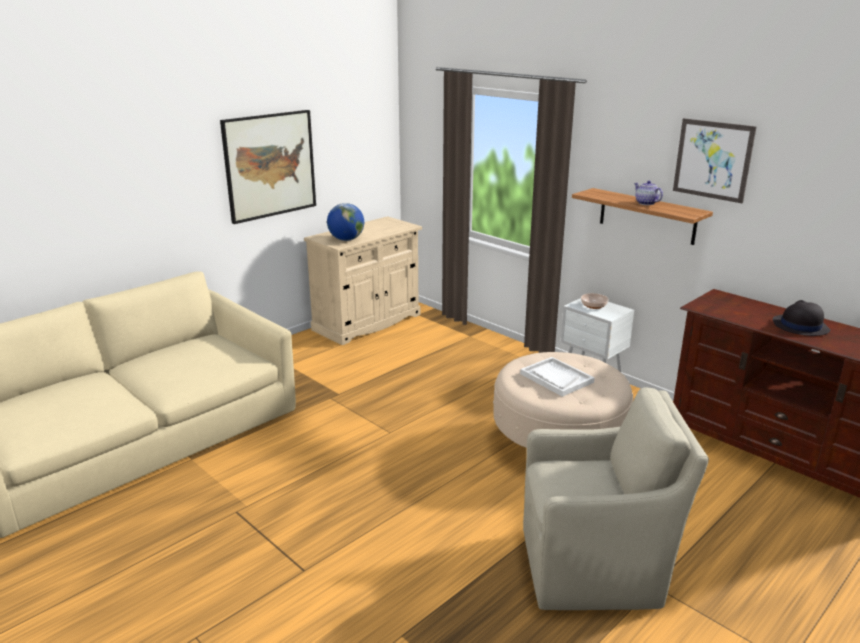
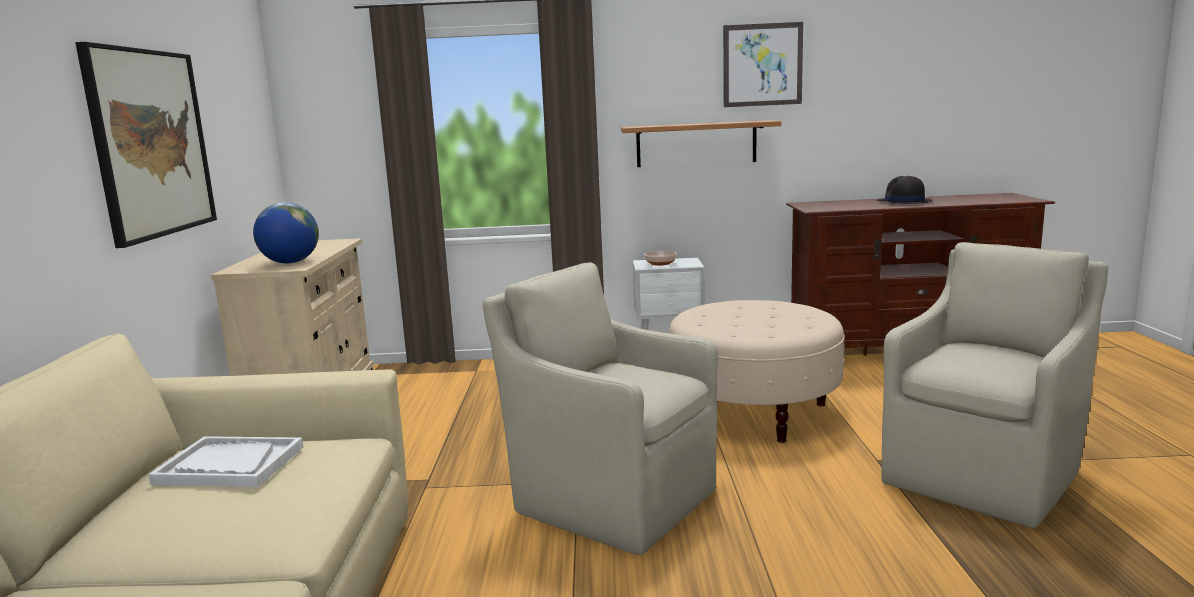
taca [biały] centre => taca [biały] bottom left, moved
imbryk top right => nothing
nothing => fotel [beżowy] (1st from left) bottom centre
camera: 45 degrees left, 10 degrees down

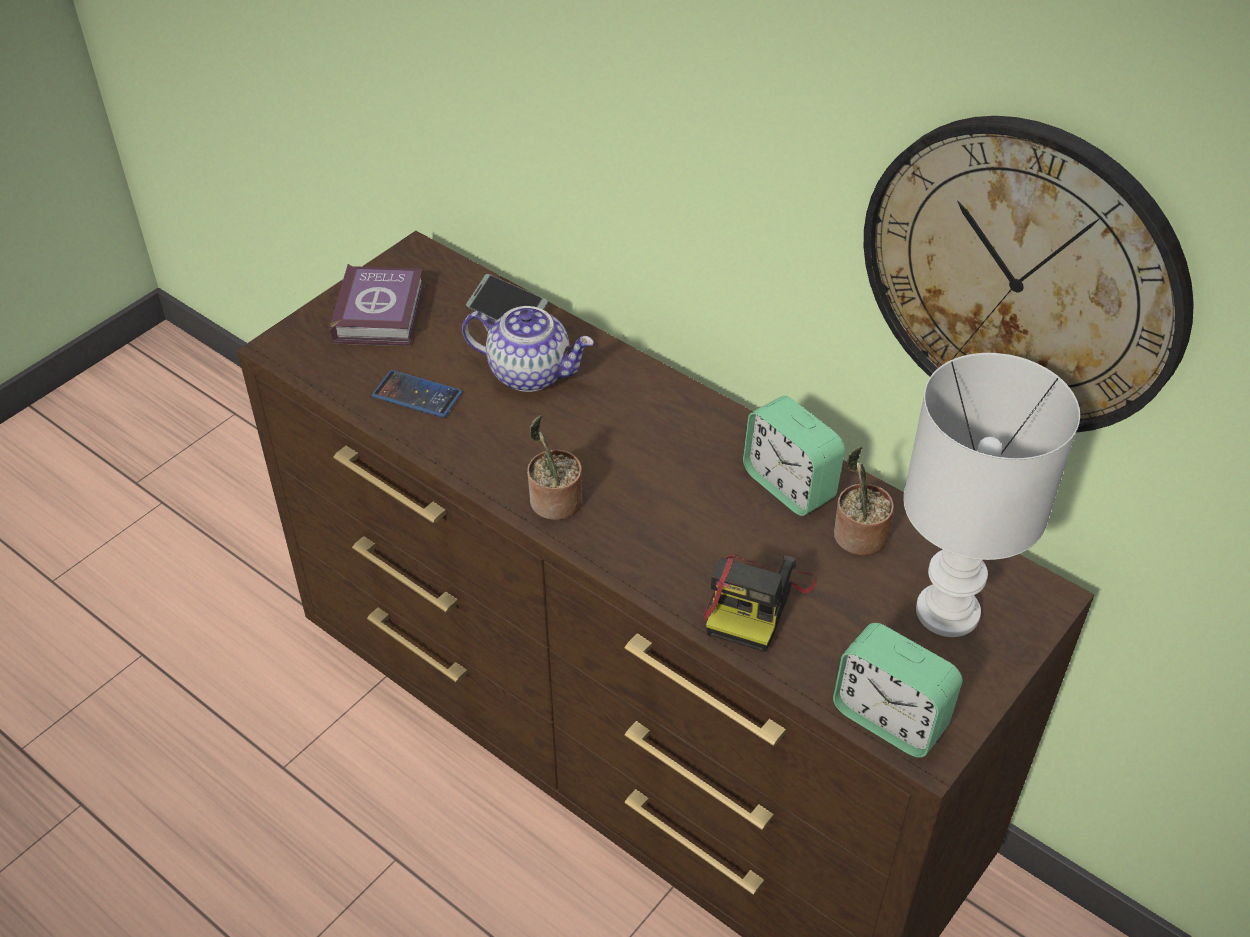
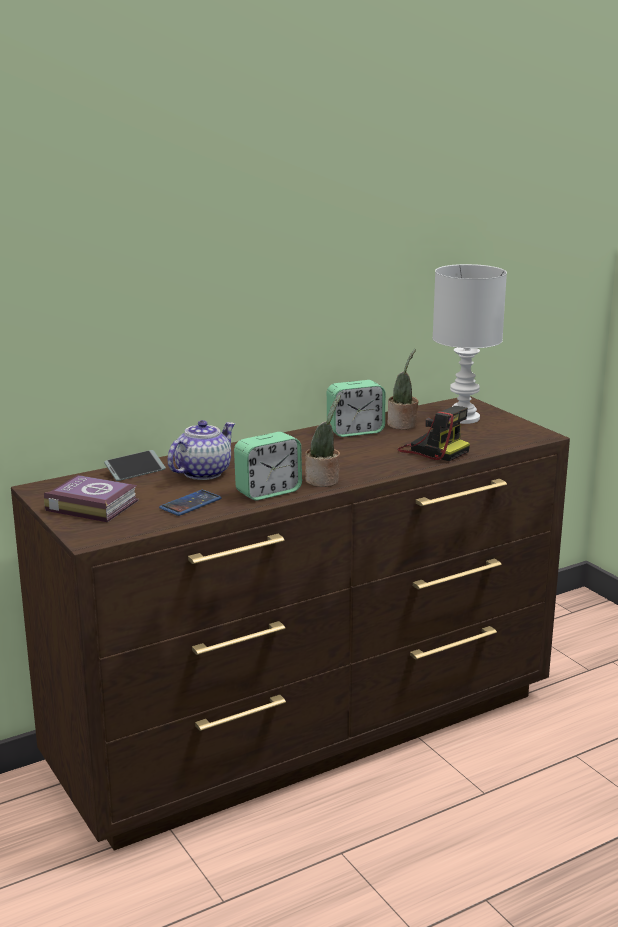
budzik (2nd from left in the first image) bottom right => budzik (1st from left) centre, moved
zegar ścienny top right => nothing
camera: 70 degrees left, 25 degrees down

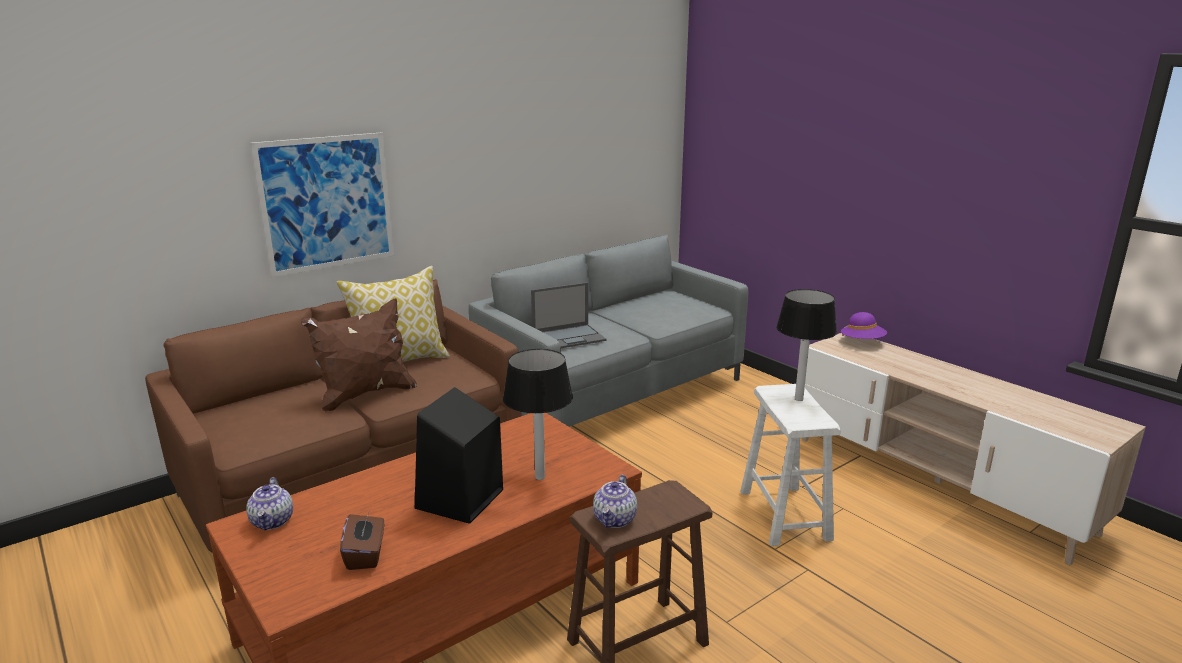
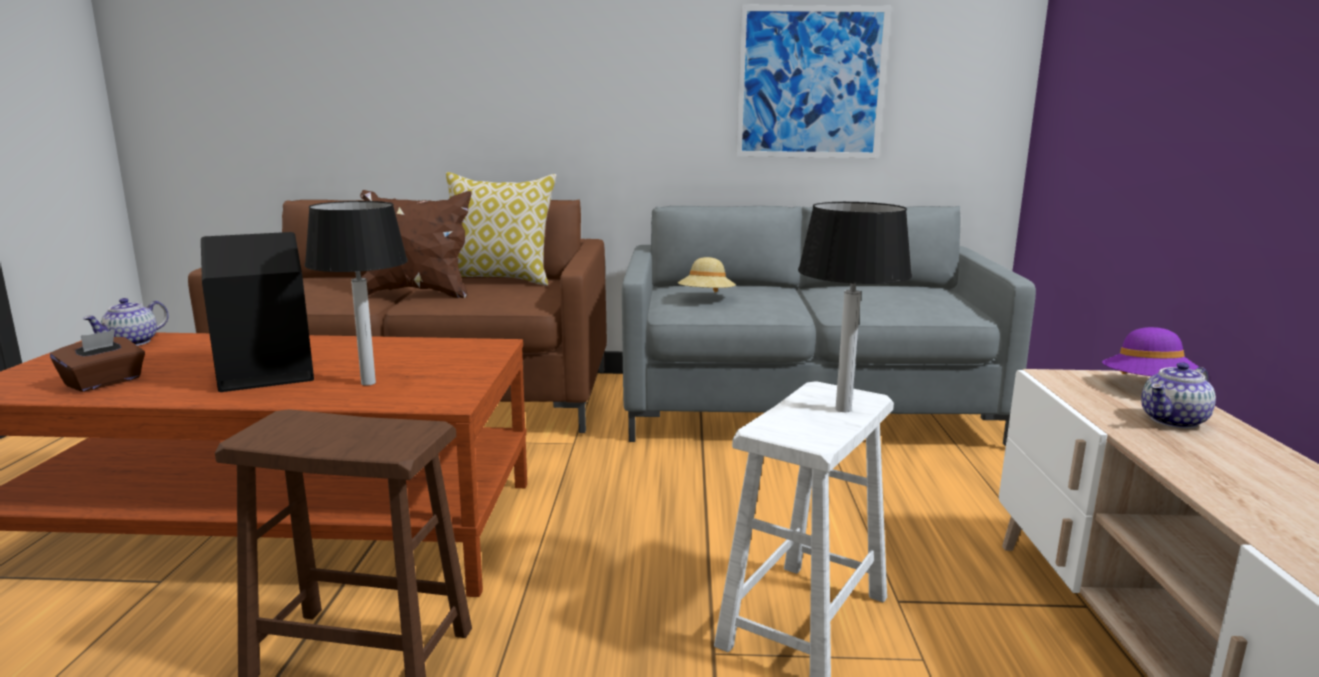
obraz top left => obraz top centre, moved
laptop centre => kapelusz [beżowy] centre
imbryk (2nd from left) bottom centre => imbryk (2nd from left) middle right, moved
camera: 40 degrees right, 5 degrees down

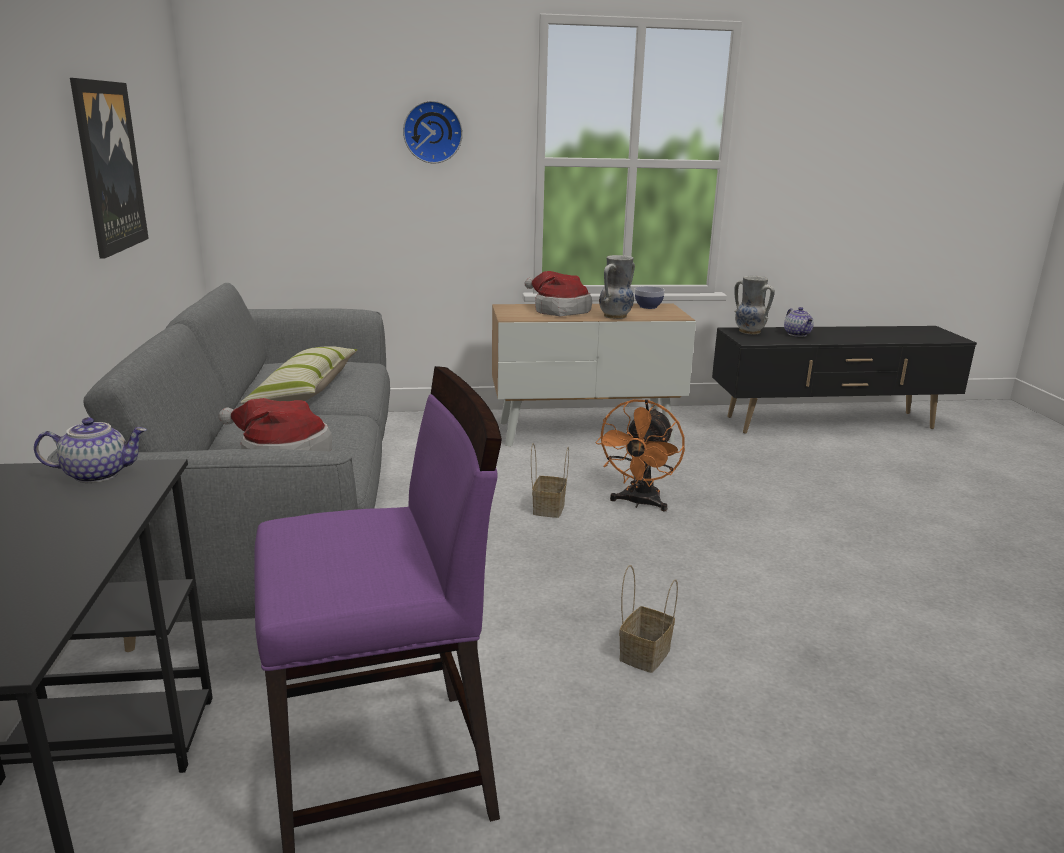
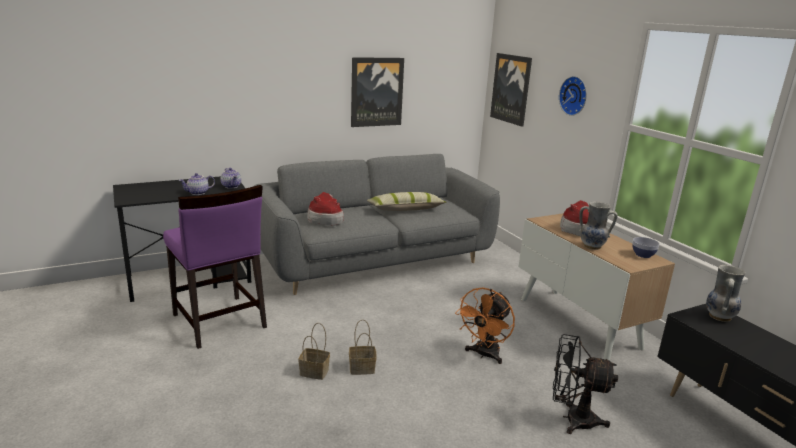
koszyk (1st from left in the first image) centre => koszyk (2nd from left) bottom centre, moved
wentylator [pomarańczowy] centre => wentylator [pomarańczowy] bottom centre, 60 degrees counterclockwise
imbryk (2nd from left in the first image) middle right => imbryk (1st from left) middle left, moved
nothing => obraz (2nd from left) top centre
nothing => wentylator [czarny] bottom right
camera: 70 degrees right, 0 degrees up

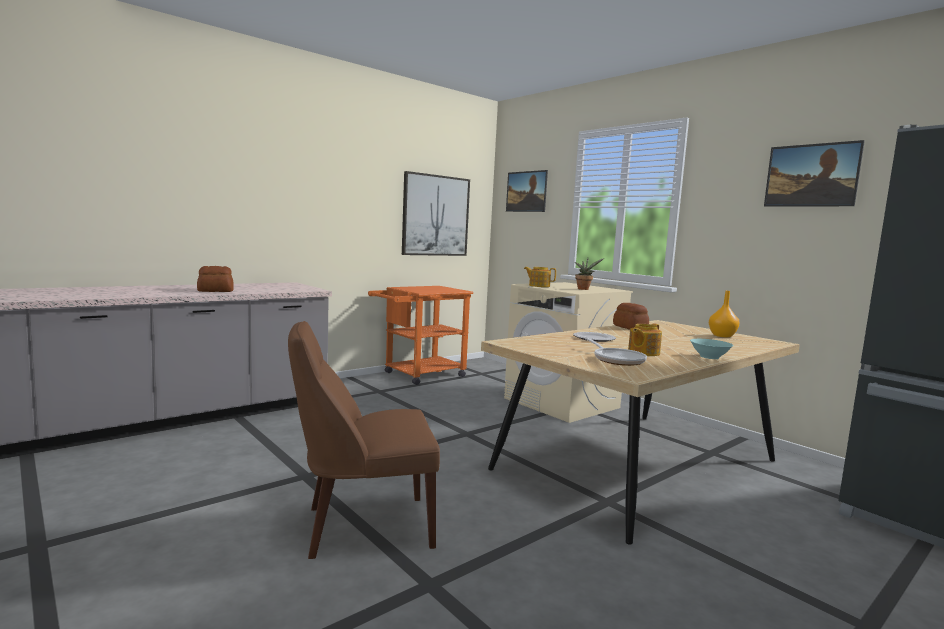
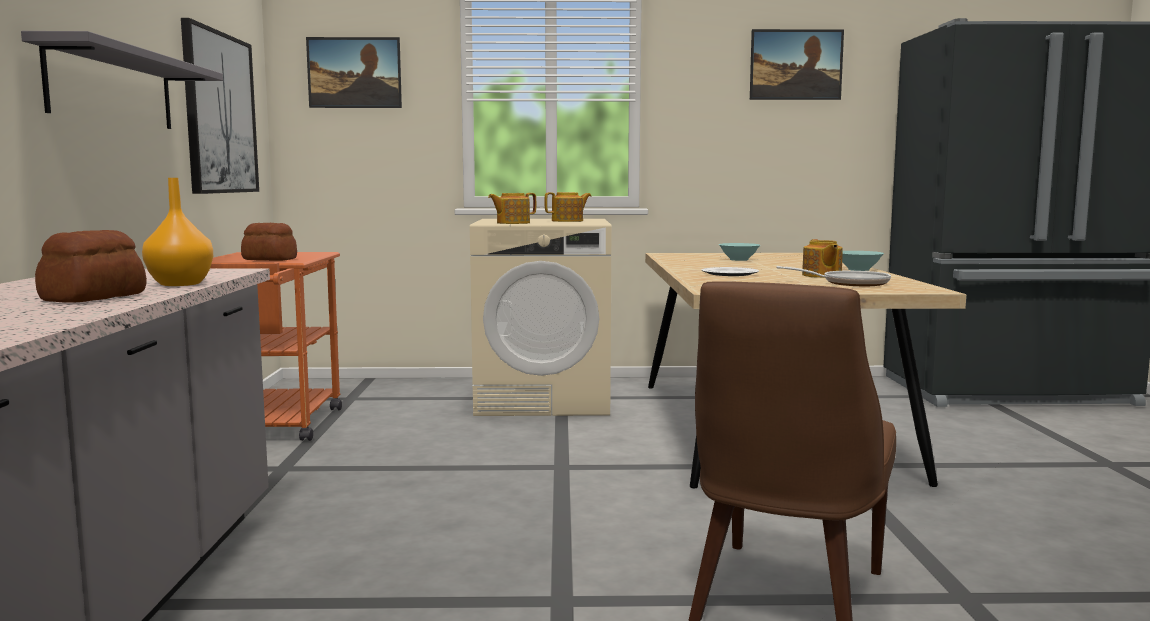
roślina doniczkowa centre => imbryk (2nd from left) centre
chleb (2nd from left) middle right => chleb (2nd from left) middle left, moved
wazon [pomarańczowy] middle right => wazon [pomarańczowy] middle left, moved
nothing => półka [szary] top left
nothing => miska [turkusowy] (1st from left) centre
camera: 50 degrees left, 0 degrees up

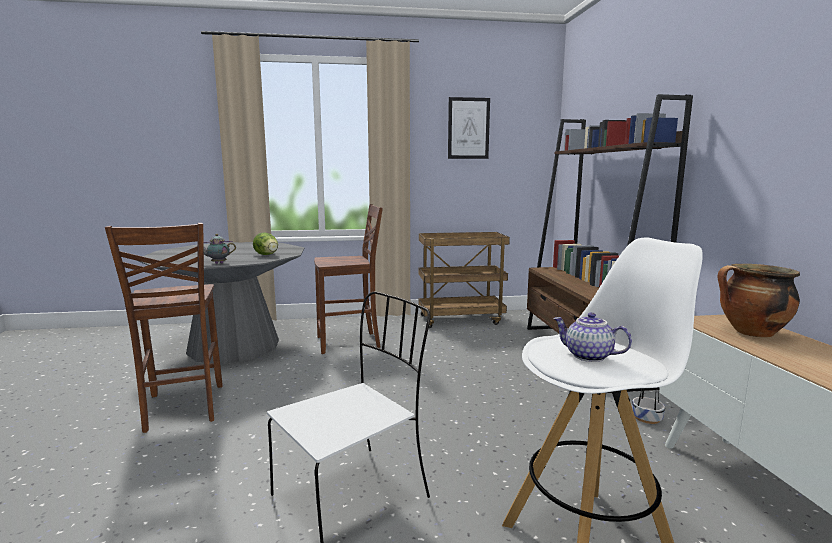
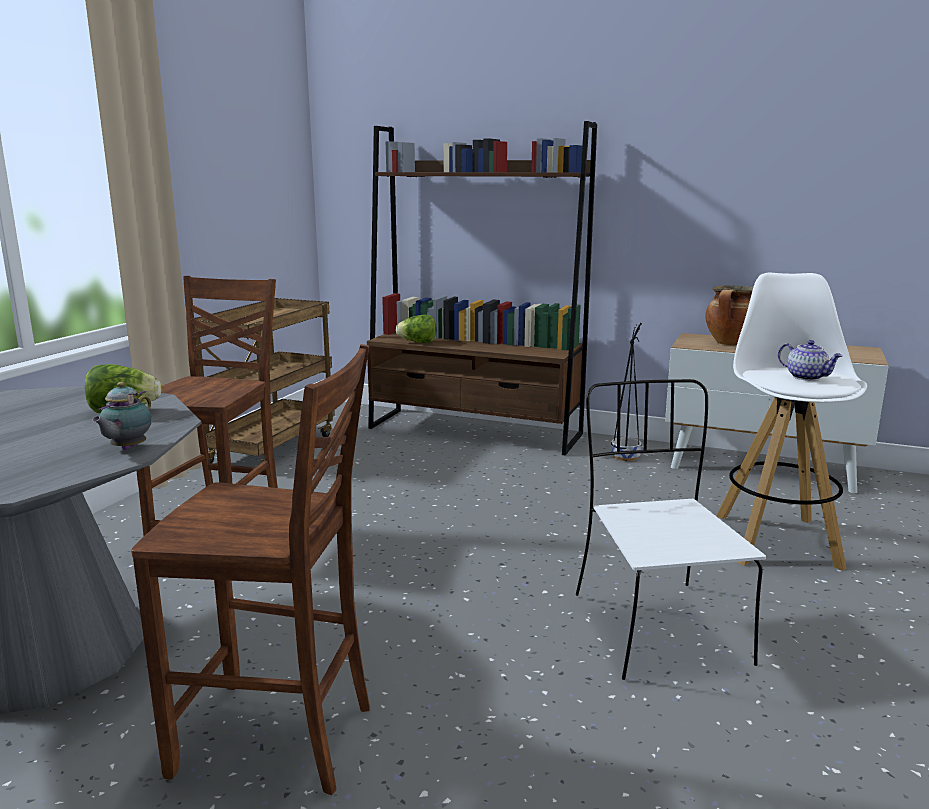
obraz top centre => nothing
imbryk (2nd from left) middle right, 105 degrees counterclockwise
nothing => sałata (2nd from left) centre
camera: 60 degrees left, 5 degrees up

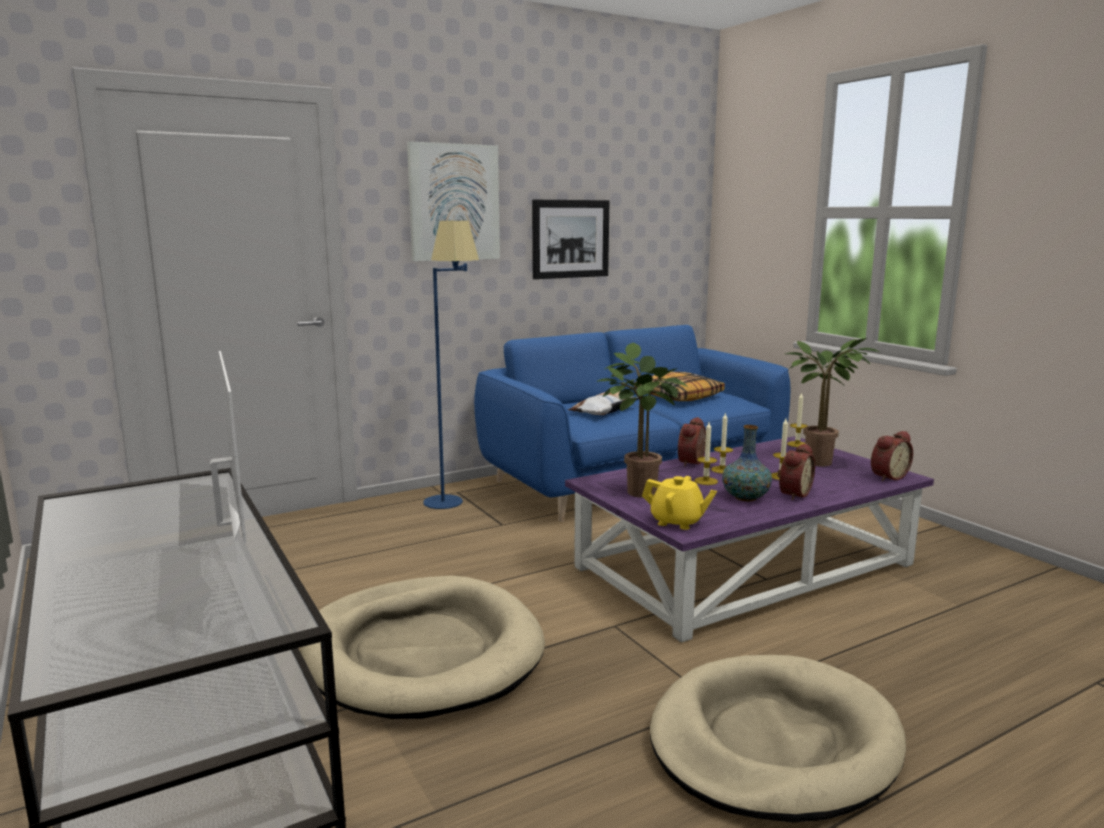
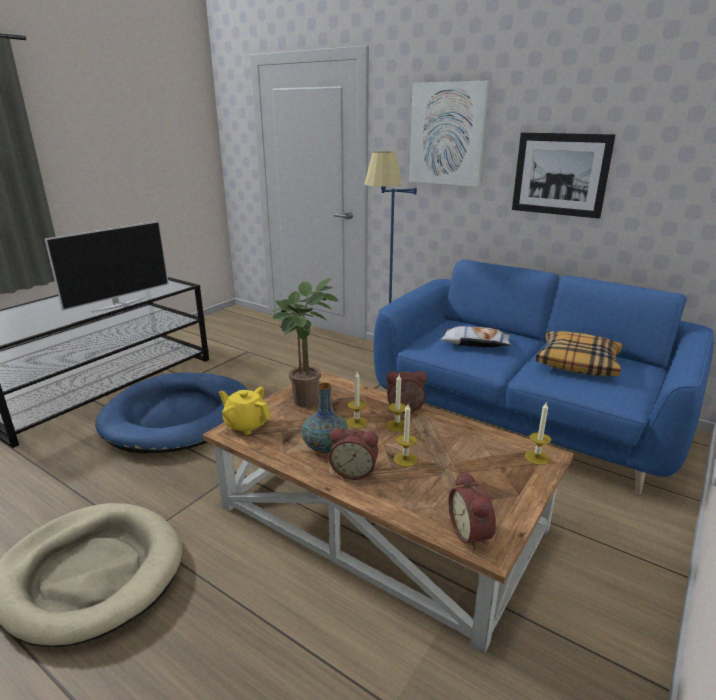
legowisko [beżowy] (1st from left) bottom centre => legowisko [niebieski] middle left
ława [fioletowy] middle right => ława [brązowy] bottom centre
imbryk [żółty] centre, 120 degrees clockwise
roślina doniczkowa (2nd from left) middle right => nothing
budzik (3rd from left) middle right => budzik (3rd from left) bottom centre, 45 degrees clockwise
camera: 65 degrees right, 10 degrees up

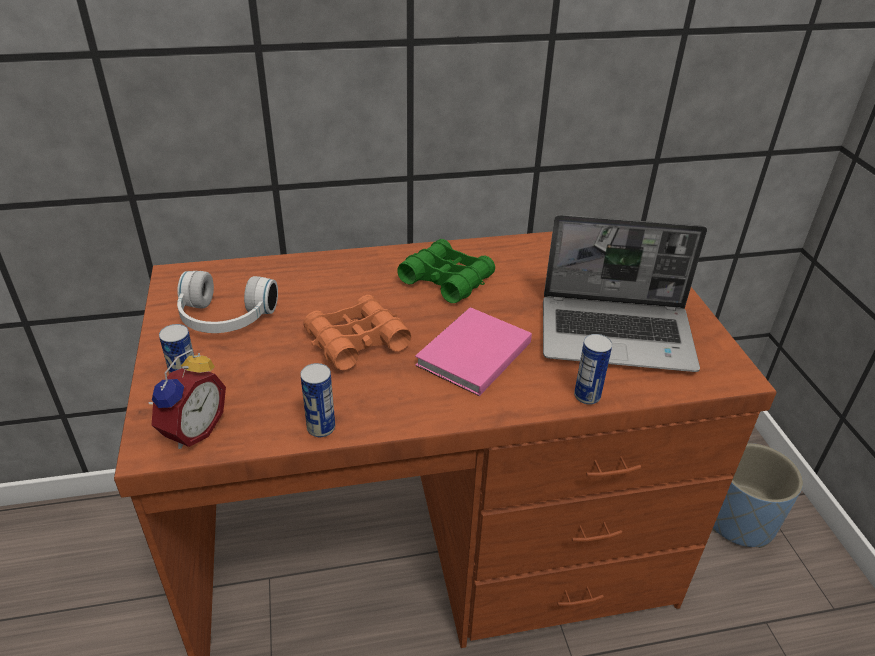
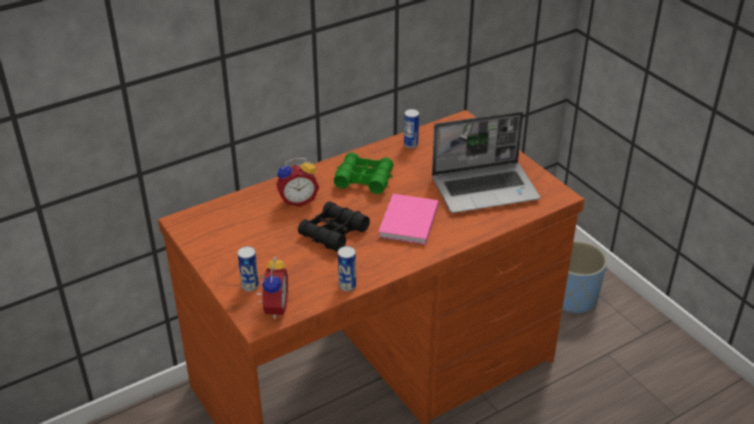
słuchawki [biały] middle left => nothing
lornetka [pomarańczowy] centre => lornetka [czarny] centre
puszka (3rd from left) middle right => puszka (3rd from left) top centre, moved
nothing => budzik (2nd from left) centre
camera: 20 degrees left, 0 degrees up

